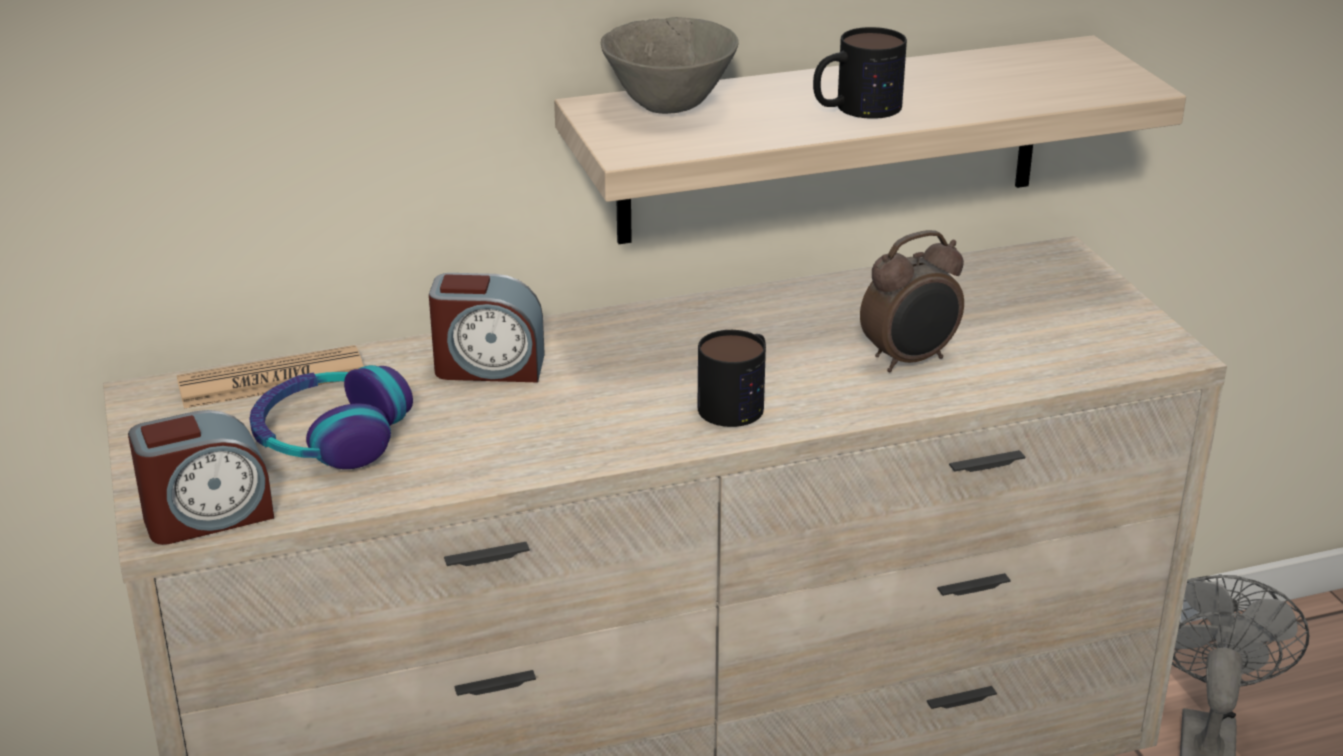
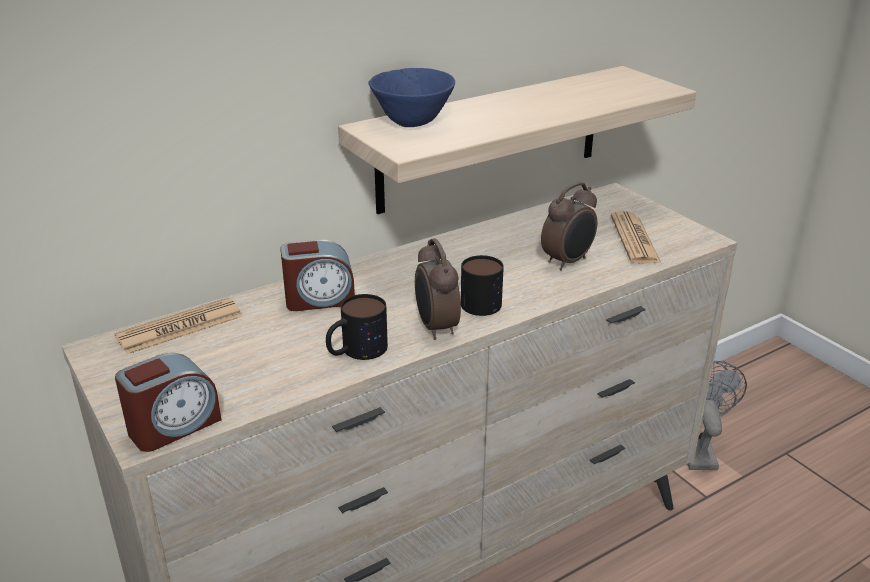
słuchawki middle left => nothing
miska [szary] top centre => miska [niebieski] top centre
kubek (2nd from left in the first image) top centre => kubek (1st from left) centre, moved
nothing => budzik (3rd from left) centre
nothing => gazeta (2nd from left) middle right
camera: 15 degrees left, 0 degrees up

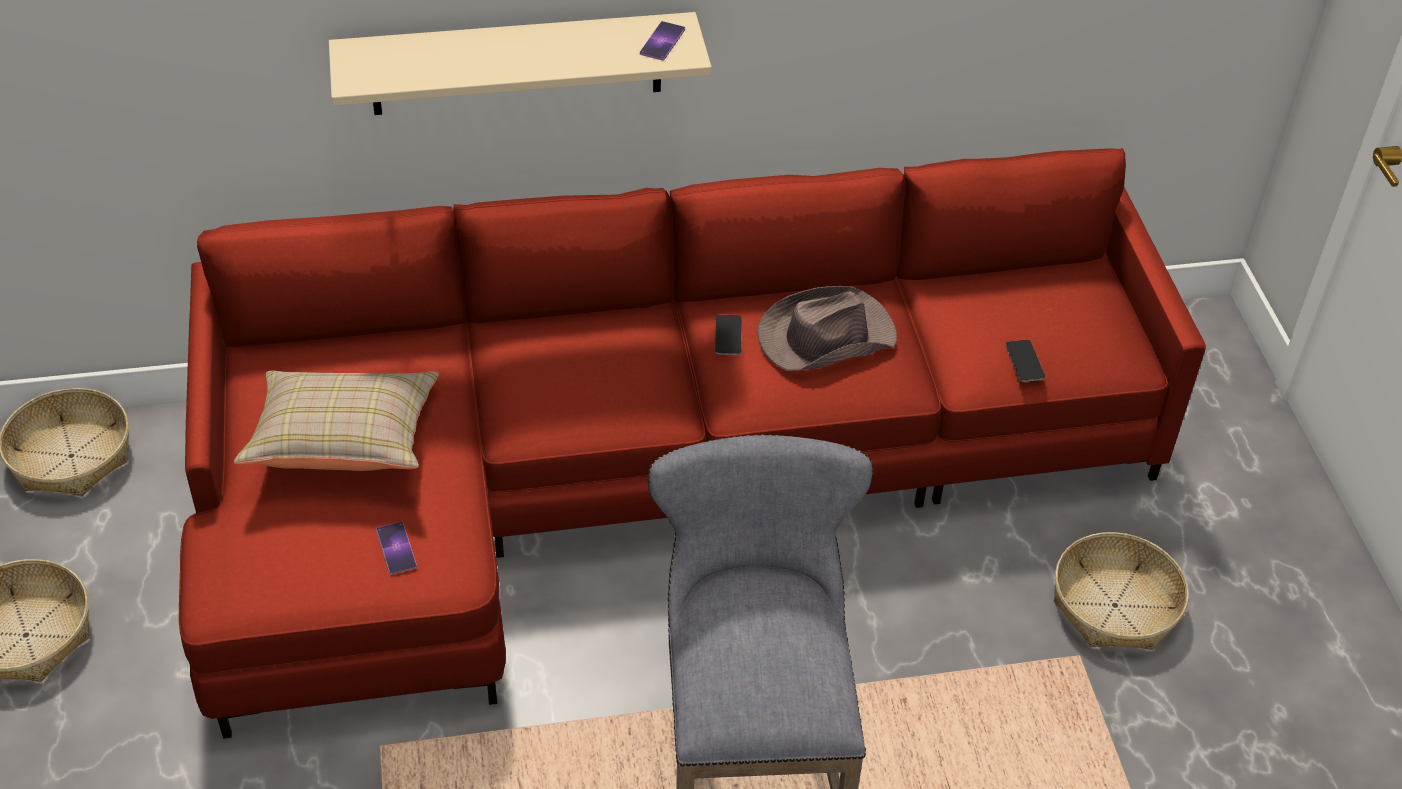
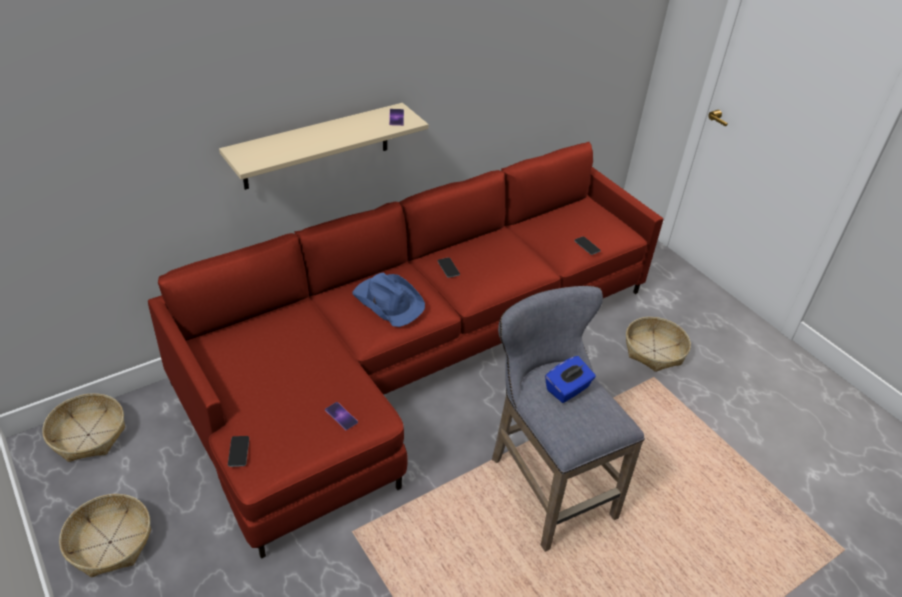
poduszka [beżowy] middle left => nothing
kapelusz [brązowy] centre => nothing
nothing => telefon (1st from left) bottom left
nothing => kapelusz [niebieski] centre
nothing => pudełko chusteczek [niebieski] centre
camera: 25 degrees left, 5 degrees down

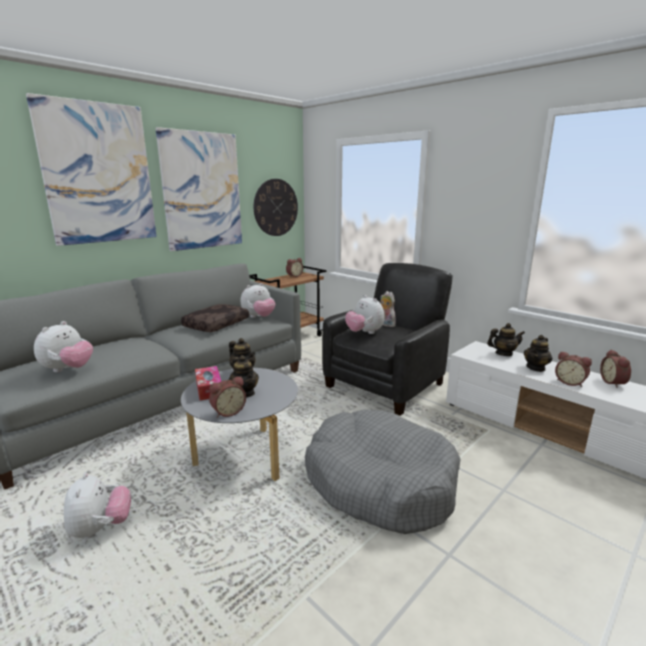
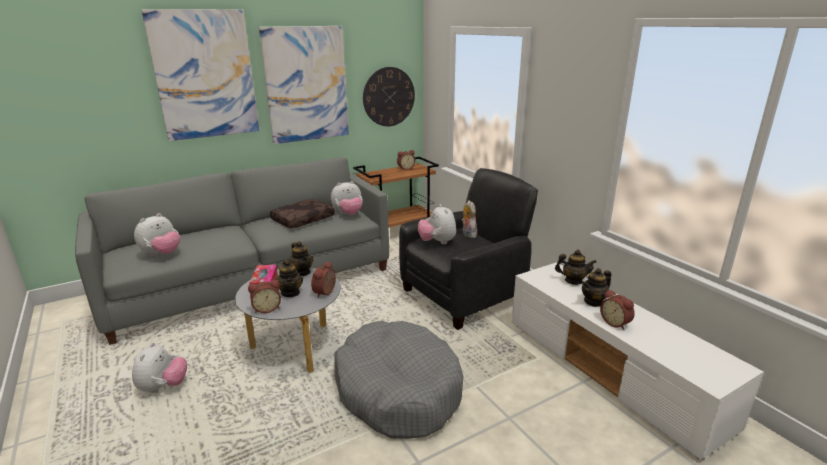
budzik (4th from left in the first image) middle right => budzik (2nd from left) centre, moved
camera: 15 degrees right, 5 degrees up

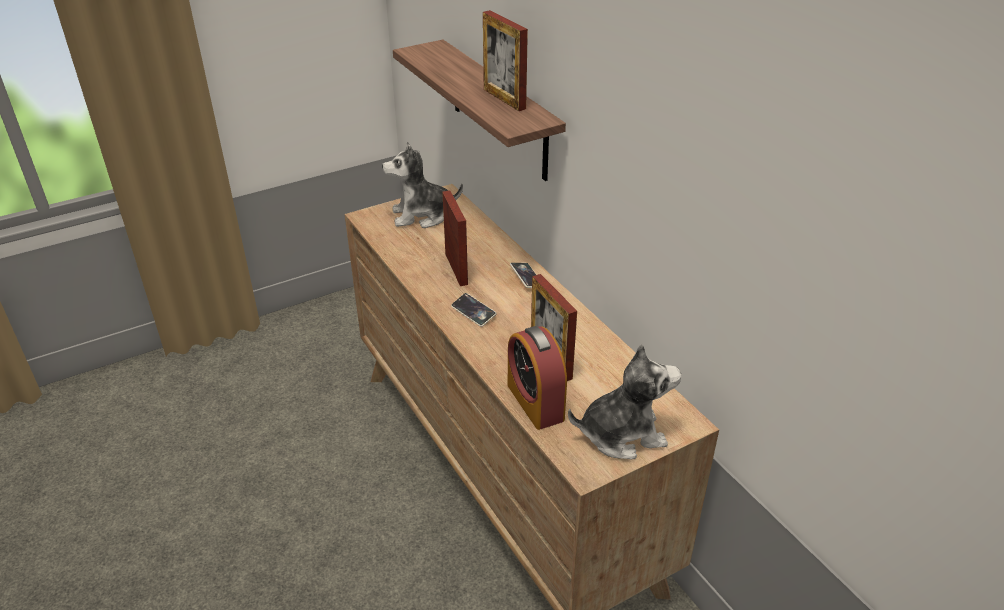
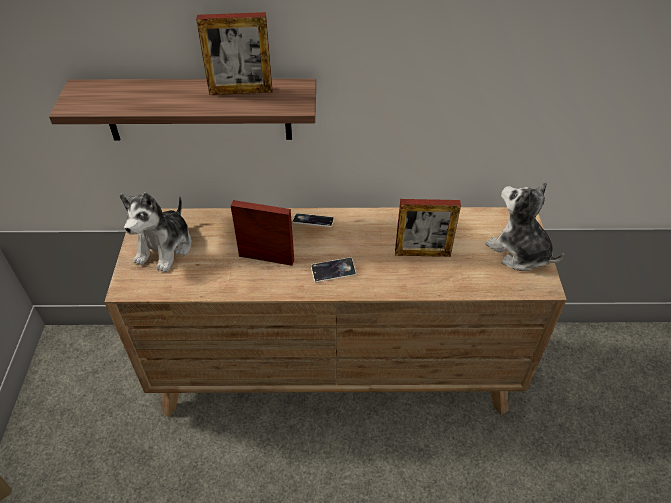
budzik centre => nothing
pluszak (2nd from left) centre => pluszak (2nd from left) middle right, 60 degrees counterclockwise
camera: 60 degrees left, 10 degrees up

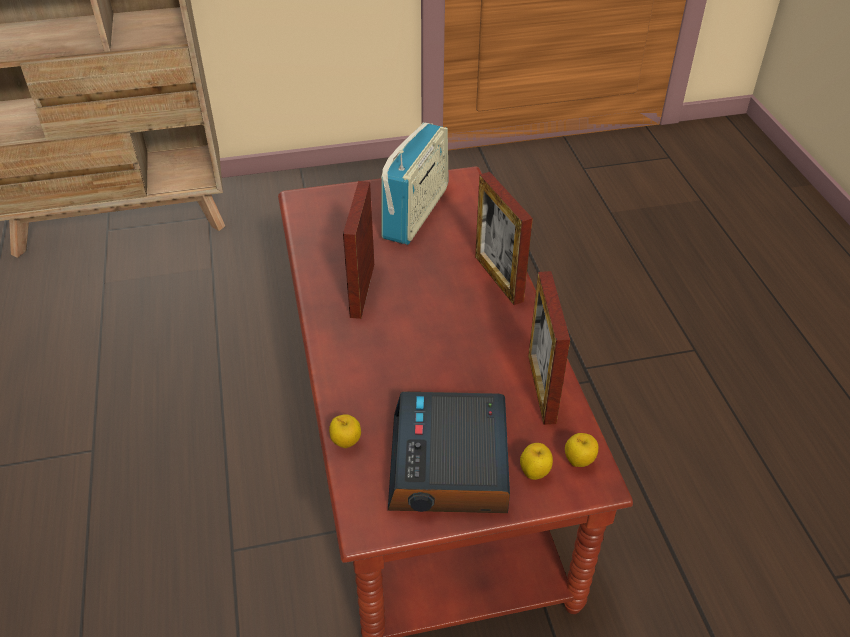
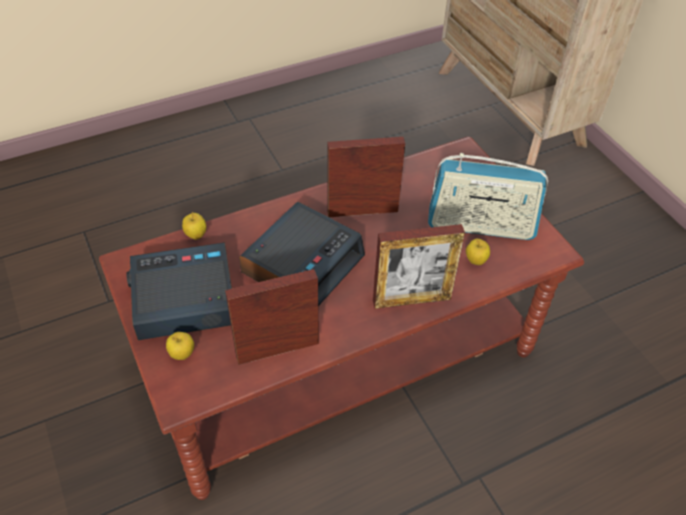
ramka na zdjęcie (2nd from left in the first image) centre => ramka na zdjęcie (3rd from left) centre, 150 degrees counterclockwise
jabłko (3rd from left) bottom right => jabłko (3rd from left) middle right, moved
nothing => budzik (2nd from left) centre
camera: 75 degrees right, 5 degrees up

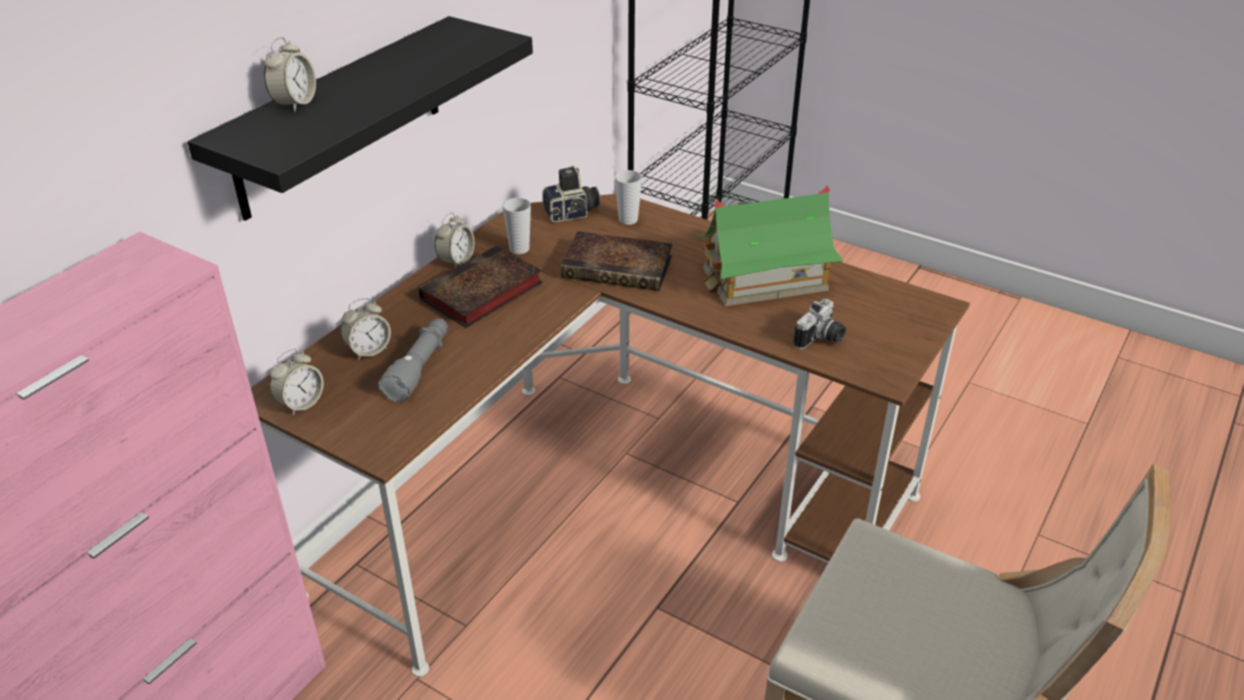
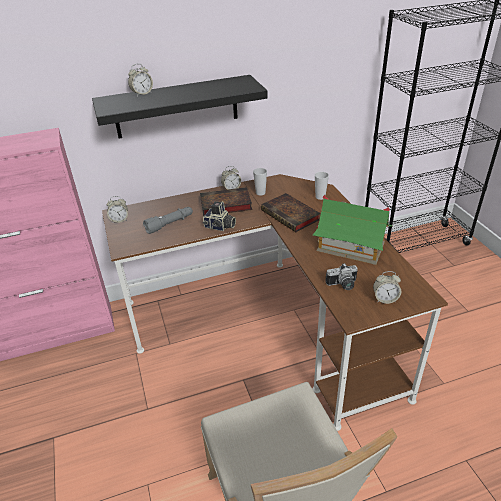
budzik (3rd from left in the first image) middle left => budzik (4th from left) middle right, moved
aparat fotograficzny (1st from left) top centre => aparat fotograficzny (1st from left) centre, moved
camera: 40 degrees right, 0 degrees up

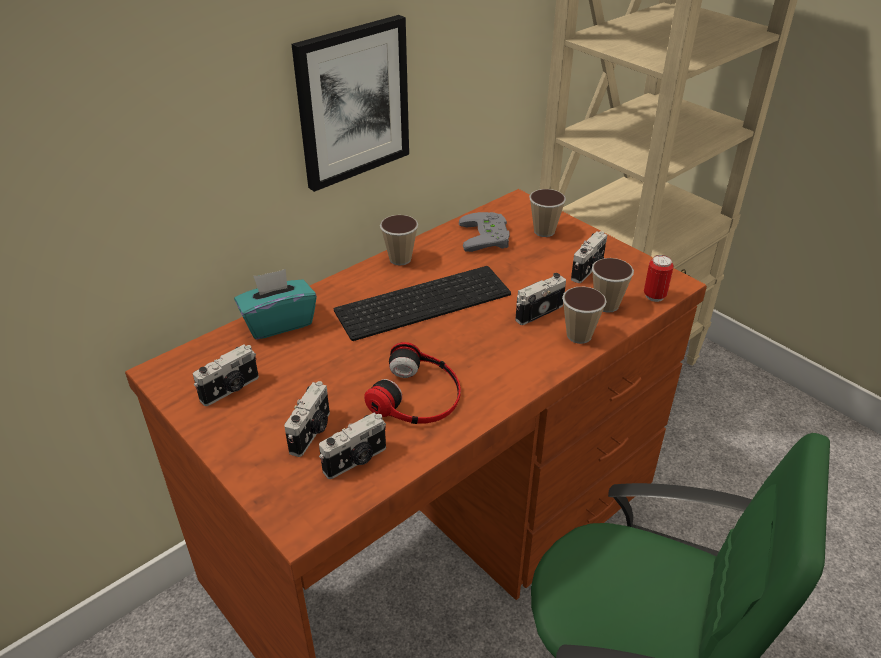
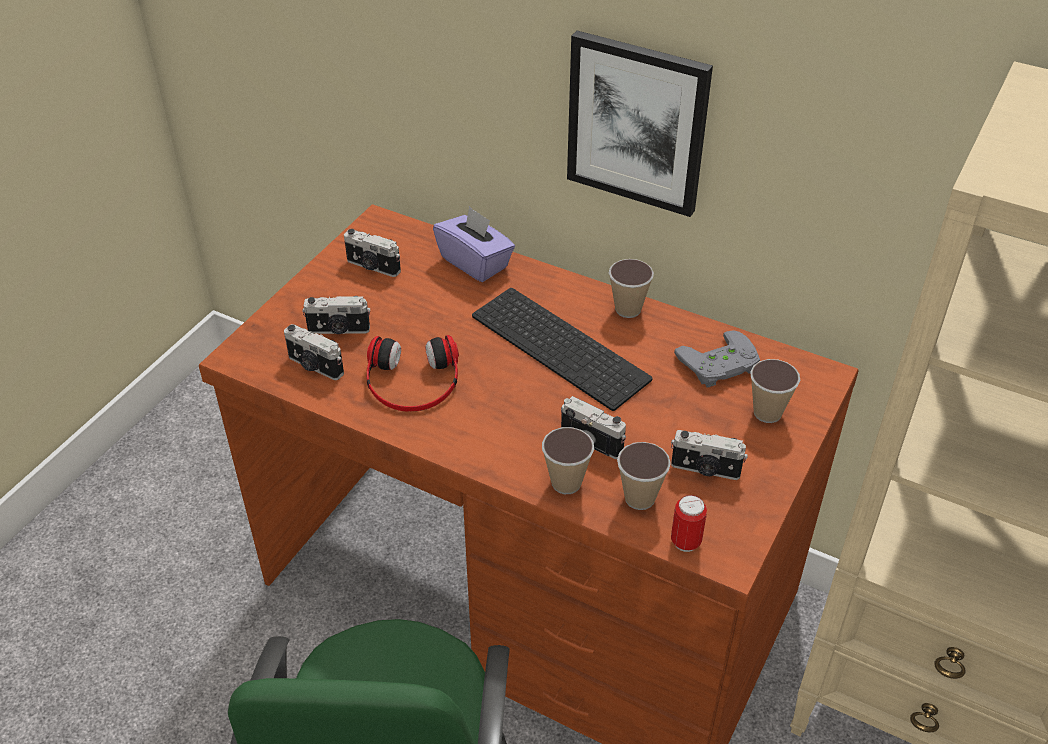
pudełko chusteczek [turkusowy] middle left => pudełko chusteczek [fioletowy] top centre
camera: 70 degrees right, 5 degrees up

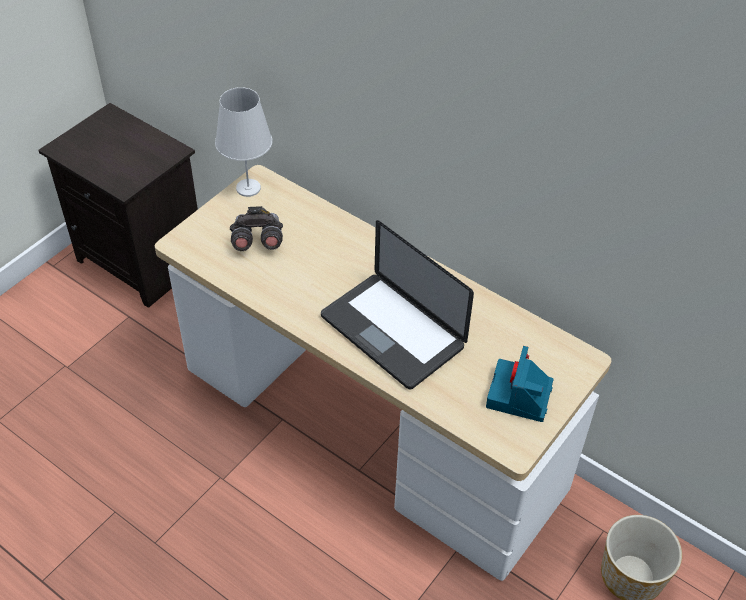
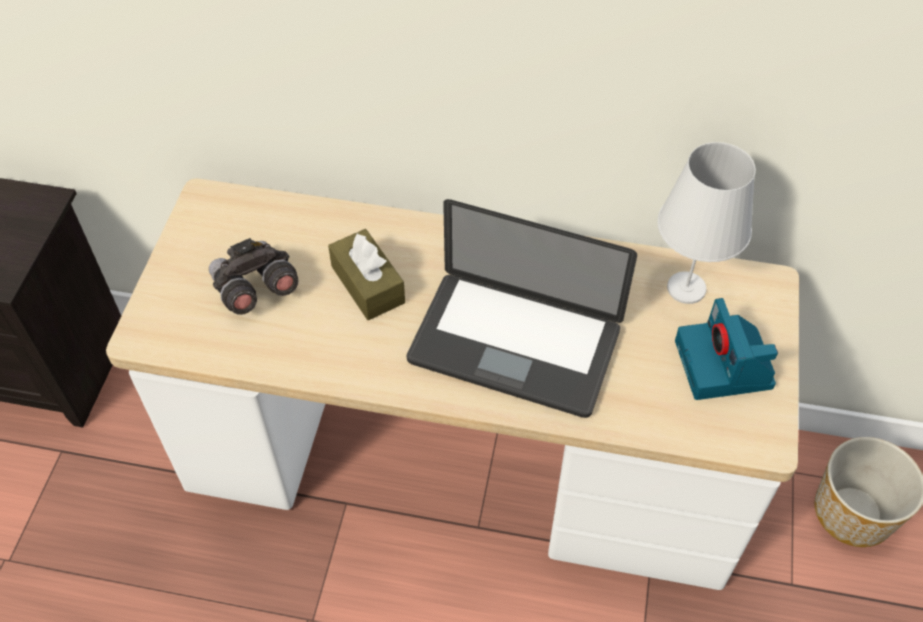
lampa stołowa [biały] top left => lampa stołowa [biały] middle right, moved
nothing => pudełko chusteczek [brązowy] centre
camera: 25 degrees left, 5 degrees up

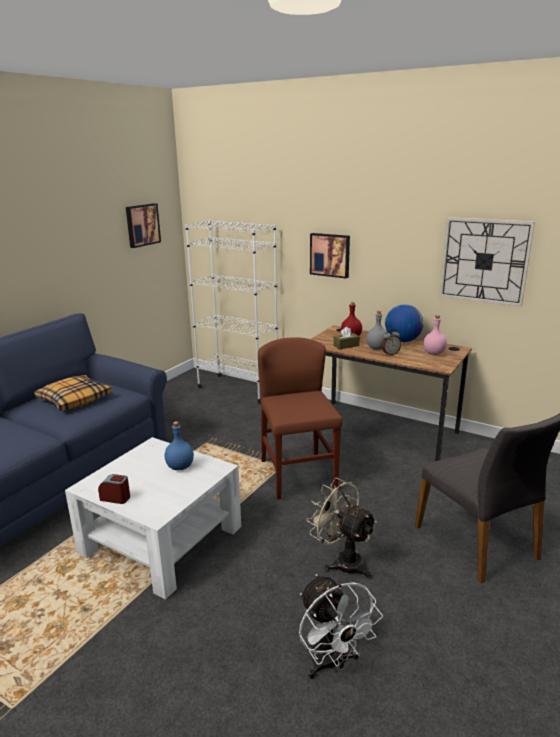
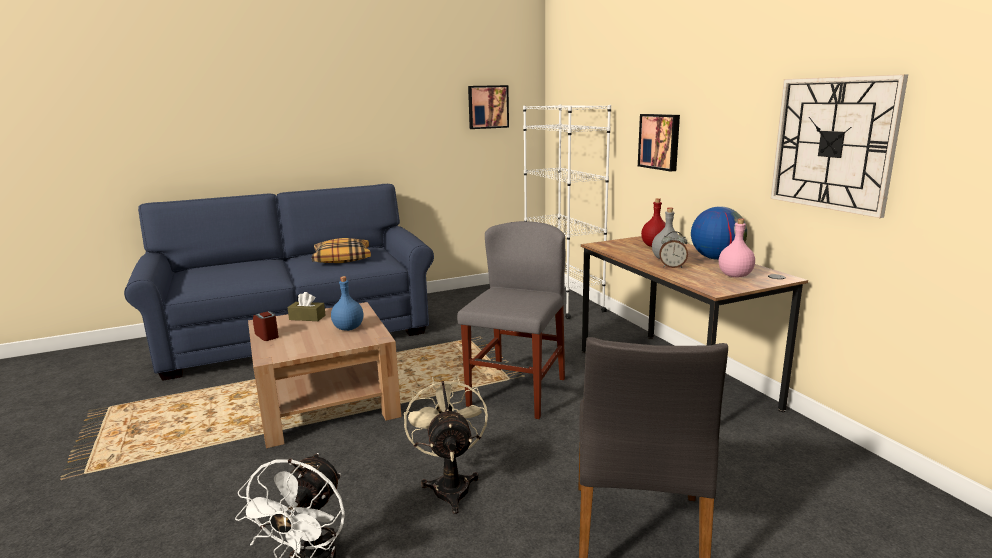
ława [biały] bottom left => ława [brązowy] bottom left
krzesło [brązowy] centre => krzesło [szary] (1st from left) centre
pudełko chusteczek [brązowy] centre => pudełko chusteczek [brązowy] middle left, moved
camera: 35 degrees right, 5 degrees down

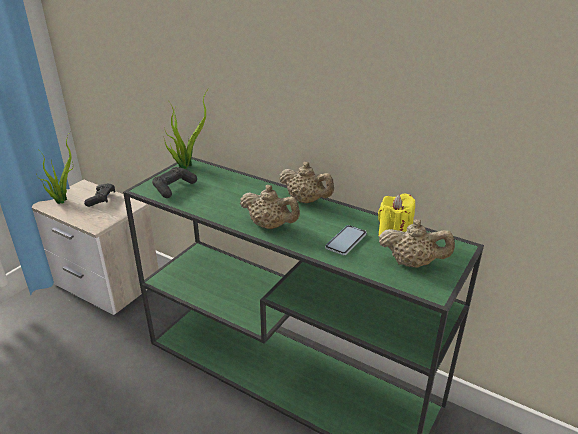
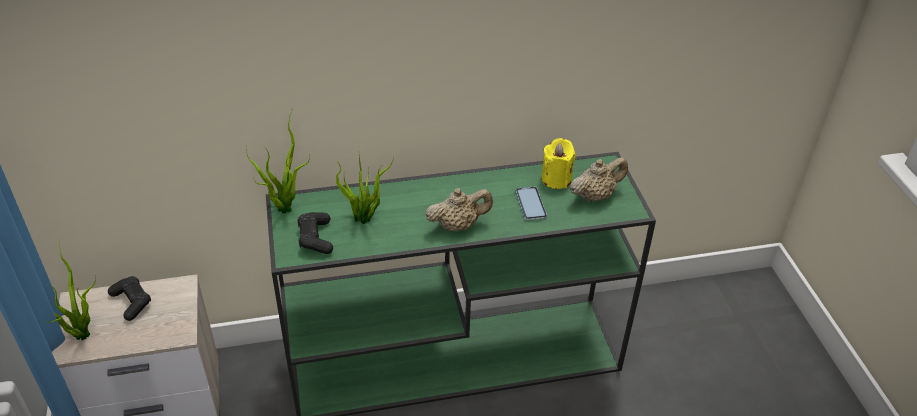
imbryk [beżowy] (2nd from left) centre => nothing
nothing => roślina doniczkowa (3rd from left) centre
camera: 45 degrees left, 10 degrees up

